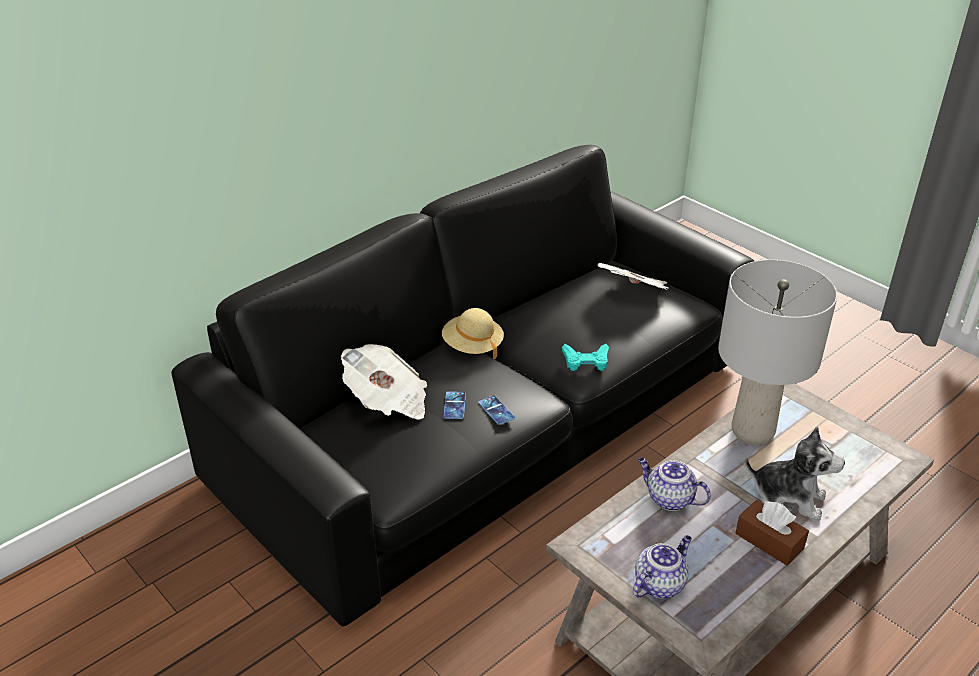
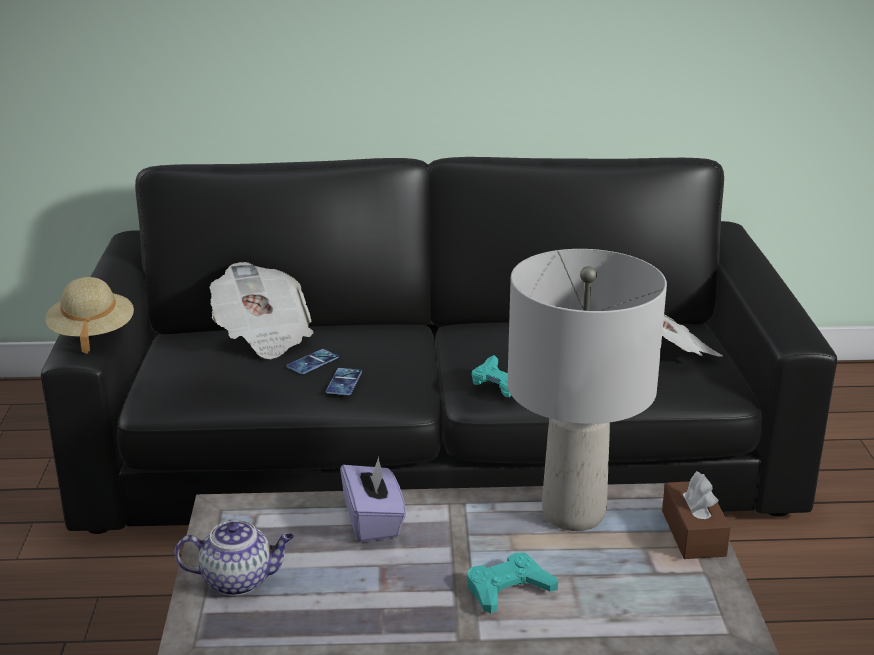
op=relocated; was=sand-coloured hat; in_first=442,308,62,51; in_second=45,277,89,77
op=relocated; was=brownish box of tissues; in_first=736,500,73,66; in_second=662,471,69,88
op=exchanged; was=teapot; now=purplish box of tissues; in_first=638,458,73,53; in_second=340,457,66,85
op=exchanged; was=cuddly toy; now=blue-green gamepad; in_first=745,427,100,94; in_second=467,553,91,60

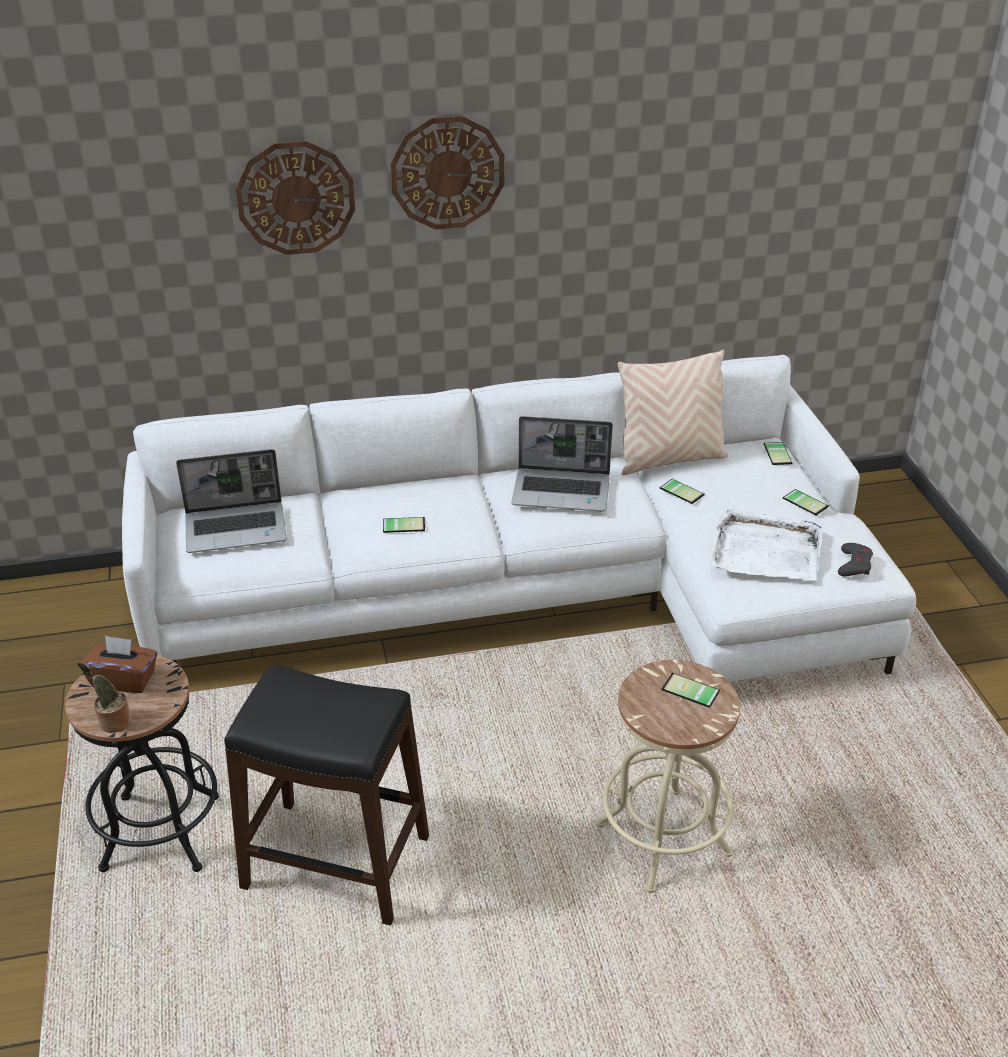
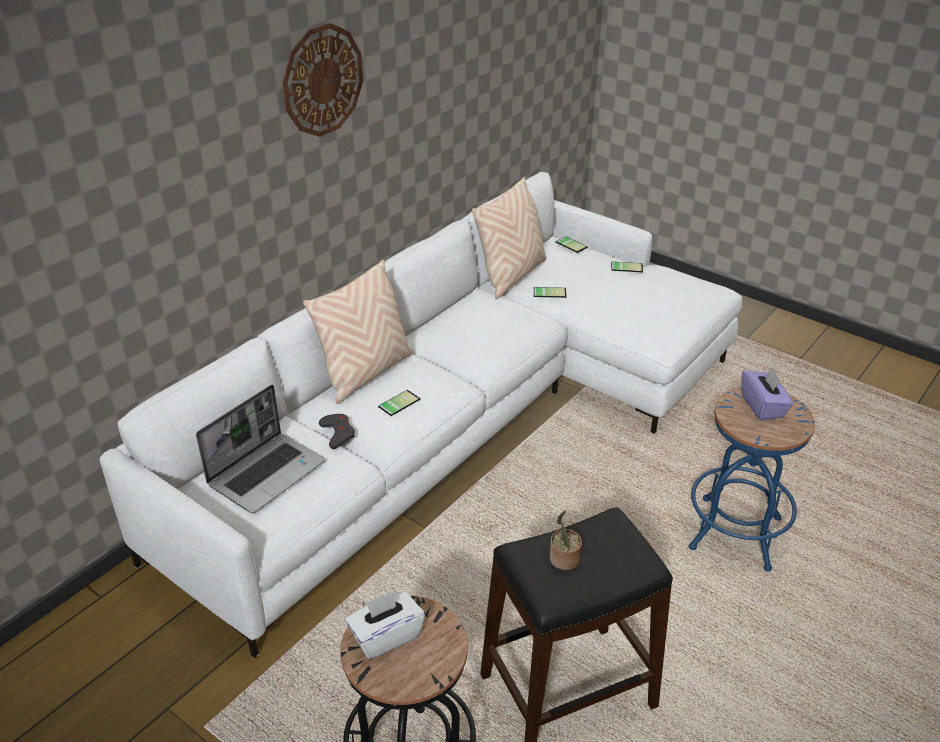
op=missing; was=hanging clock; in_first=236,141,119,114
op=missing; was=notebook computer; in_first=511,416,102,96
op=missing; was=whitish tray; in_first=712,508,110,72
op=appeared; now=sand-coloured pillow; in_second=303,260,110,144
op=relocated; was=houseplant; in_first=77,662,54,71; in_second=550,510,32,60
op=relocated; was=greyish gamepad; in_first=838,543,35,34; in_second=319,414,36,35
op=exchanged; was=phone; now=purplish box of tissues; in_first=662,673,58,35; in_second=741,368,52,52
op=colour; was=brownish box of tissues; now=whitish box of tissues; in_first=80,635,77,58; in_second=345,591,80,68
op=colour; was=sand-coloured sitting stool; now=blue sitting stool; in_first=596,660,144,233; in_second=689,387,126,184

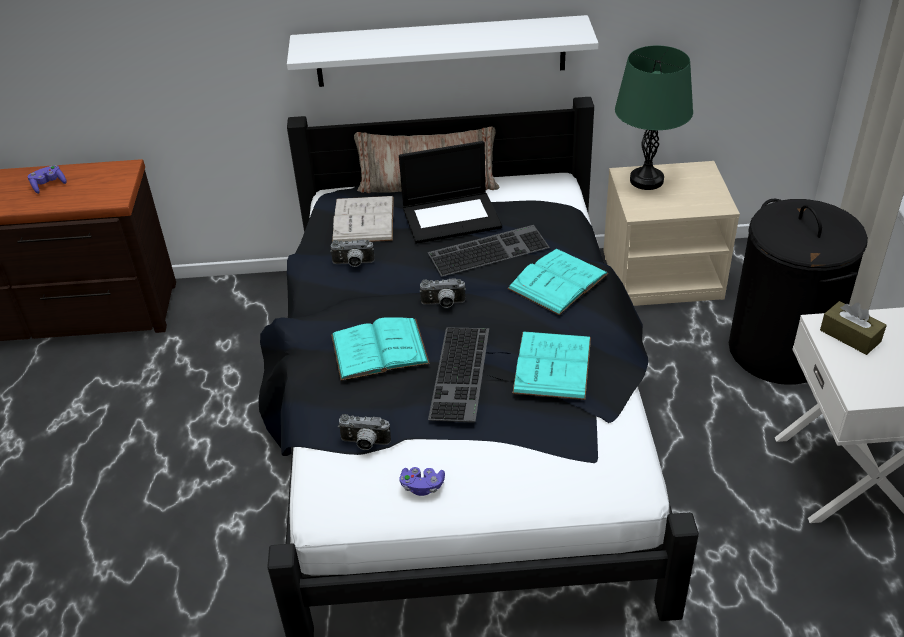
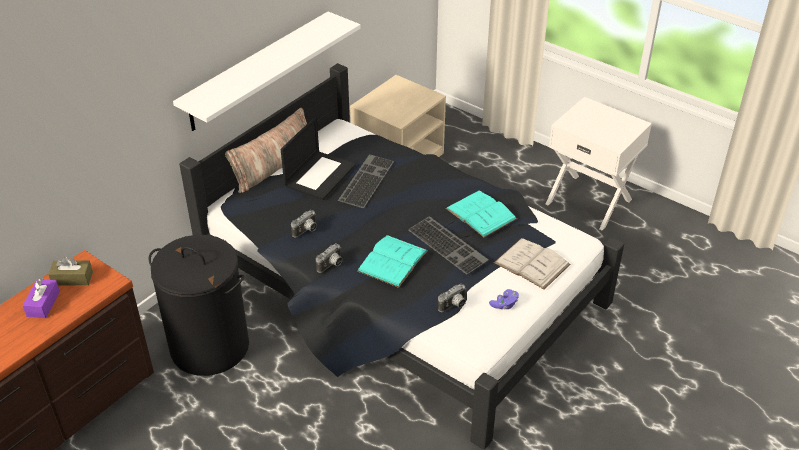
op=missing; was=blue-green book; in_first=507,249,102,66
op=missing; was=green-coloured tabletop lamp; in_first=615,46,78,144
op=relocated; was=whitish book; in_first=332,196,62,46; in_second=494,238,76,52
op=relocated; was=still camera; in_first=420,279,46,29; in_second=316,243,26,30
op=relocated; was=black hamper; in_first=729,199,139,186; in_second=149,235,100,141
op=relocated; was=brownish box of tissues; in_first=820,301,67,54; in_second=48,257,45,29
op=exchanged; was=purplish gamepad; now=purplish box of tissues; in_first=28,165,39,29; in_second=22,278,38,40

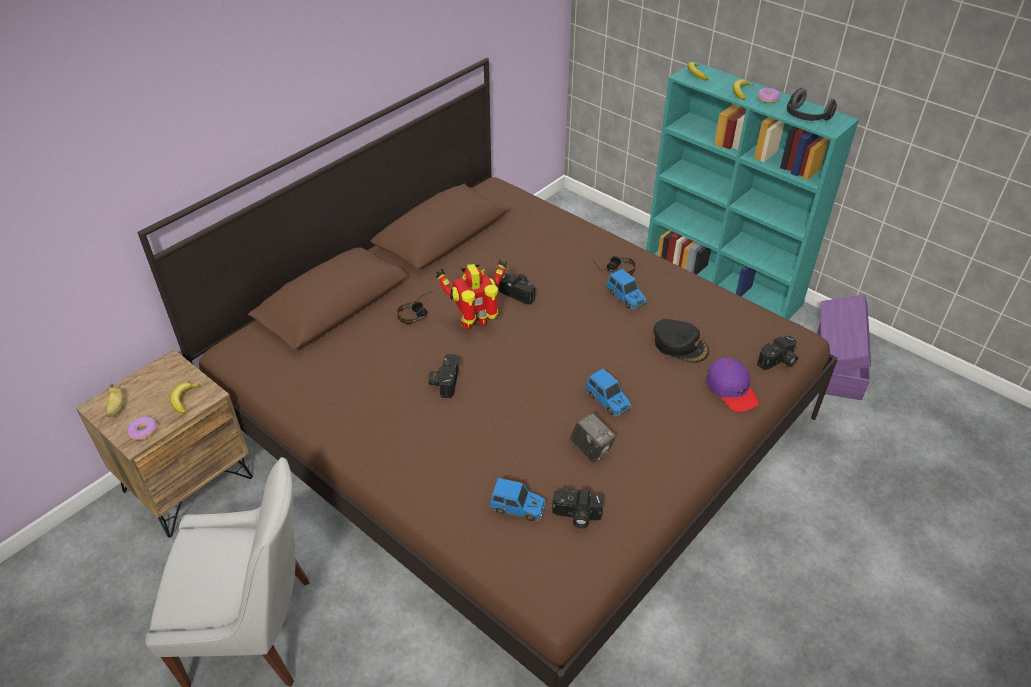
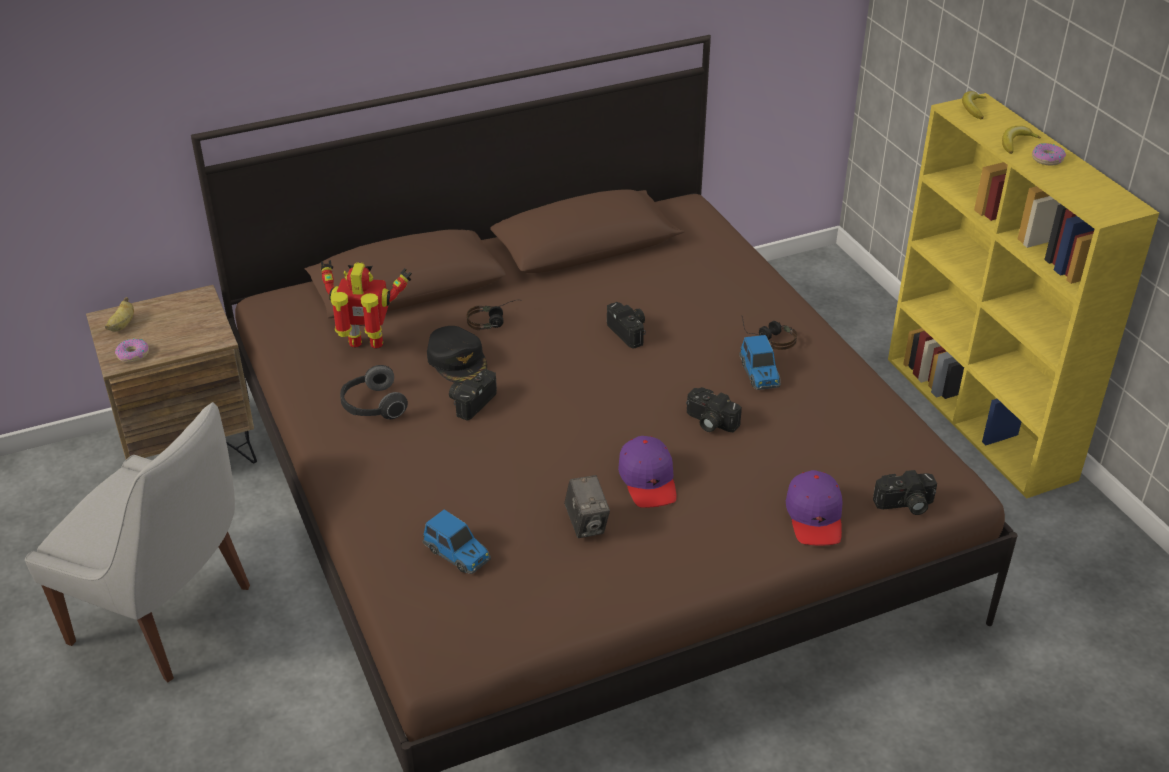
op=missing; was=whole banana; in_first=170,382,31,32
op=missing; was=purplish storage bin; in_first=817,294,54,106
op=relocated; was=toy robot; in_first=436,259,71,71; in_second=321,260,91,88
op=relocated; was=still camera; in_first=552,488,52,40; in_second=686,387,56,46
op=relocated; was=black baseball cap; in_first=653,319,56,44; in_second=427,326,60,57
op=relocated; was=pair of headphones; in_first=787,88,50,33; in_second=340,365,68,54
op=exchanged; was=toy car; now=purplish baseball cap; in_first=585,369,47,48; in_second=618,436,59,72
op=colour; was=blue-green bookcase; now=yellowish bookcase; in_first=646,61,213,259; in_second=888,93,271,405

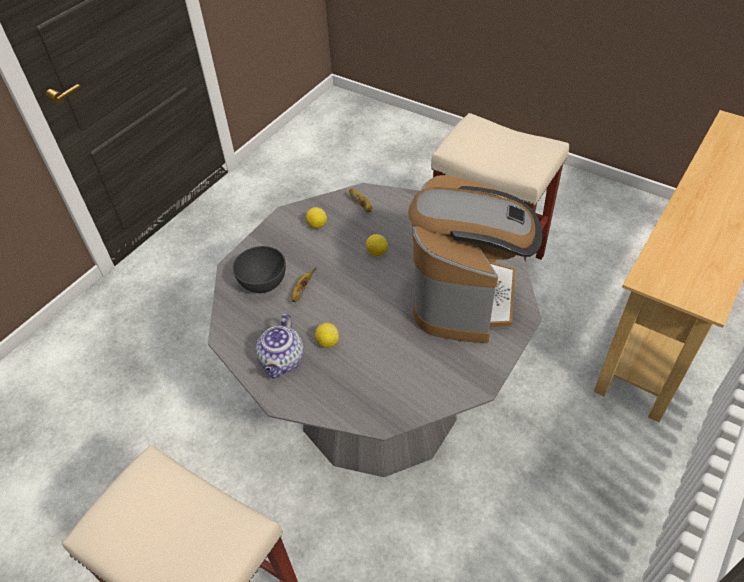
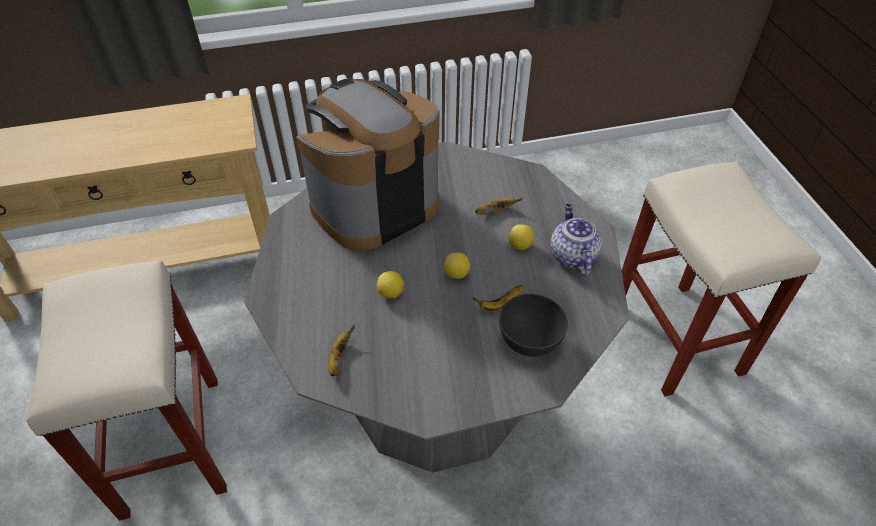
op=appeared; now=whole banana; in_second=475,198,48,17
op=relocated; was=whole lemon; in_first=306,207,21,21; in_second=444,252,26,27
op=spun; was=teapot; in_first=256,313,48,66; in_second=550,204,52,71; clockwise=-60

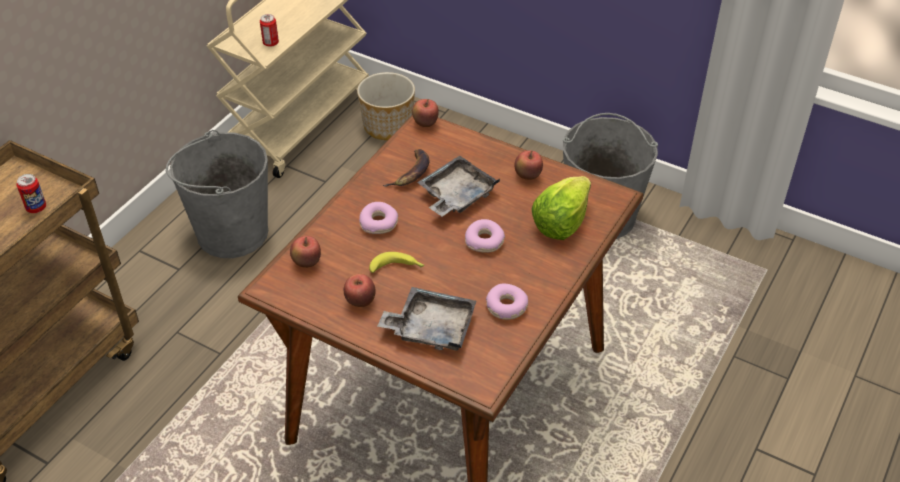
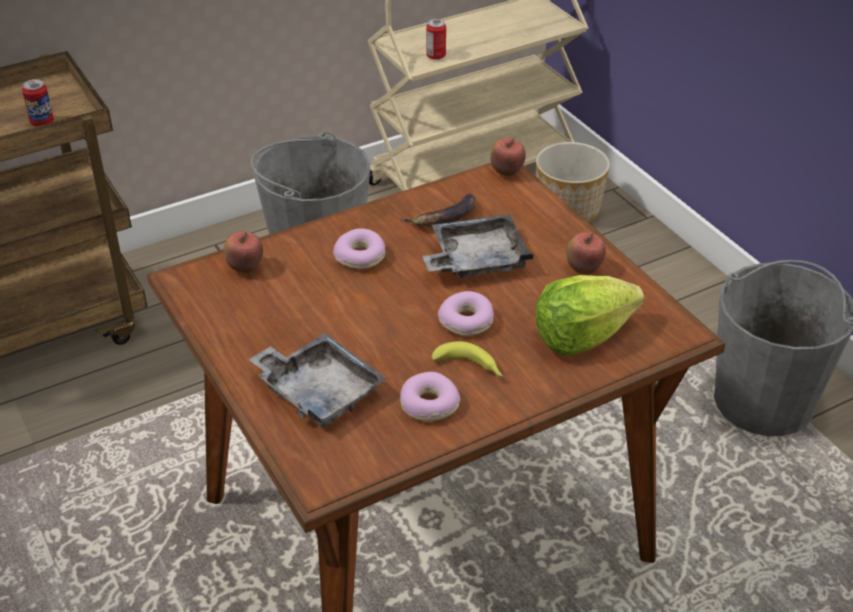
op=missing; was=whole apple; in_first=344,274,32,33
op=relocated; was=whole banana; in_first=369,252,55,21; in_second=432,341,71,37

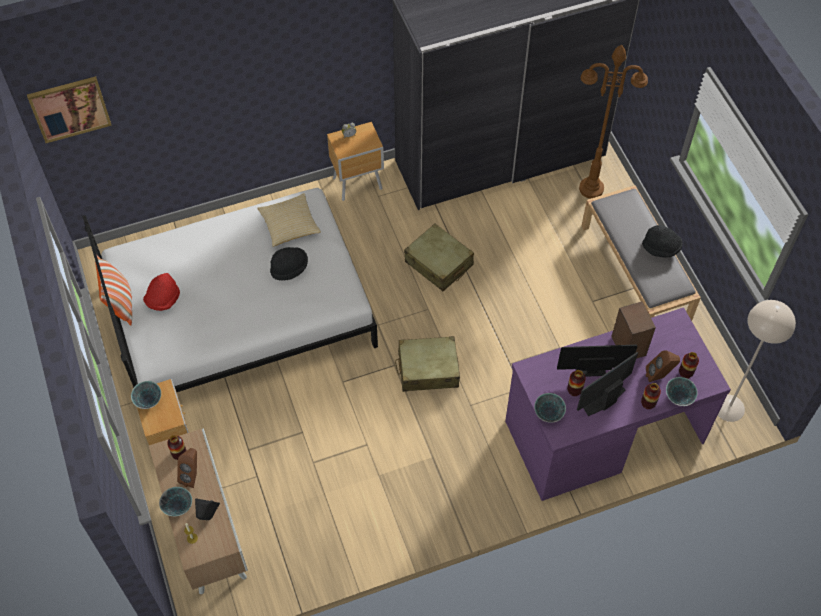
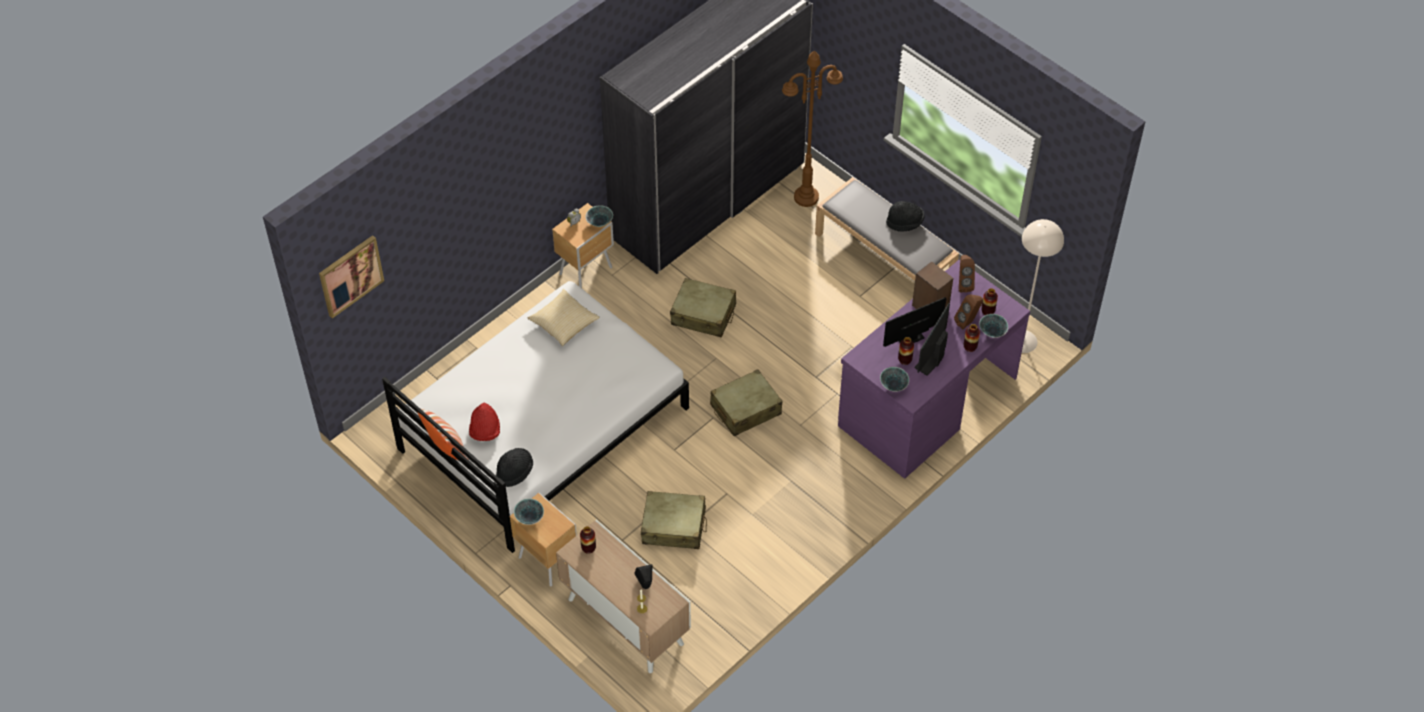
op=appeared; now=sand-coloured travel case; in_second=641,491,66,58
op=relocated; was=bowl; in_first=159,487,33,29; in_second=585,205,28,22
op=relocated; was=brownish loudspeaker; in_first=177,448,20,40; in_second=959,255,16,37
op=relocated; was=black hat; in_first=270,247,38,34; in_second=496,448,37,39

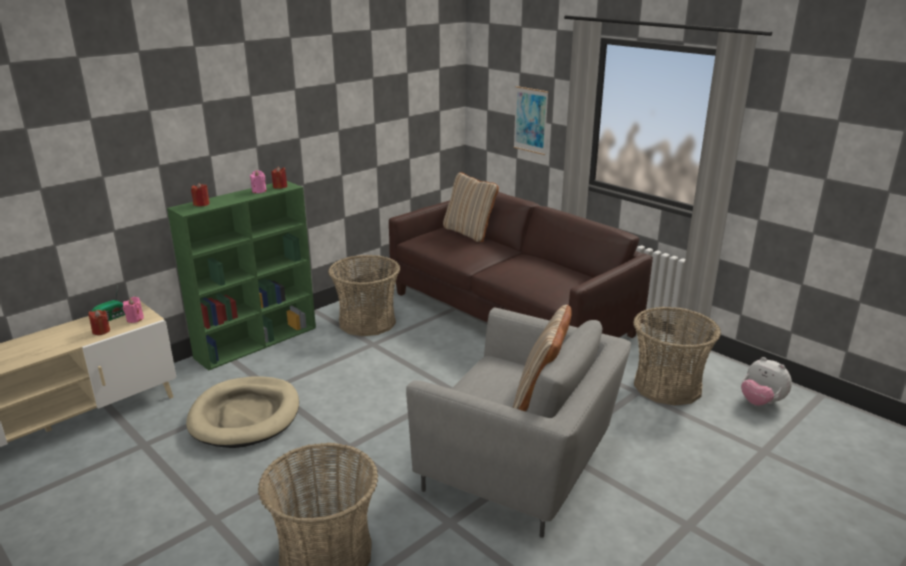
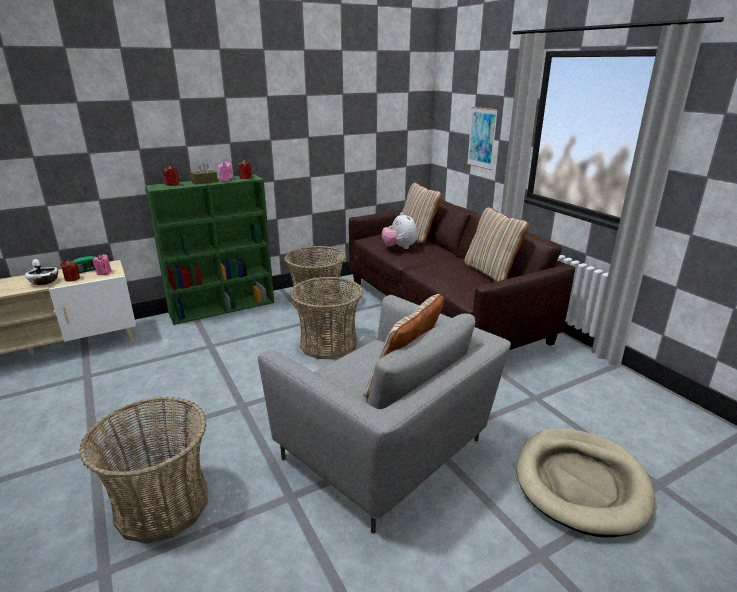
op=appeared; now=whitish bowl; in_second=25,259,33,26
op=appeared; now=brownish box of tissues; in_second=191,162,27,22
op=appeared; now=sand-coloured pillow; in_second=465,207,64,75
op=relocated; was=sand-coloured dog bed; in_first=186,377,113,71; in_second=517,428,138,110
op=relocated; was=basket; in_first=633,307,88,99; in_second=290,277,73,82
op=relocated; was=cuddly toy; in_first=741,357,51,49; in_second=382,213,35,36

